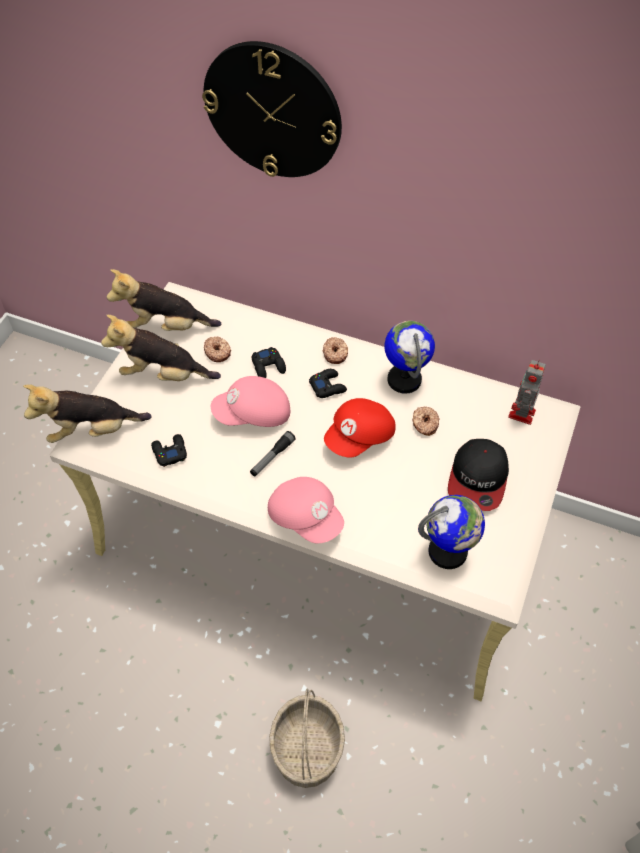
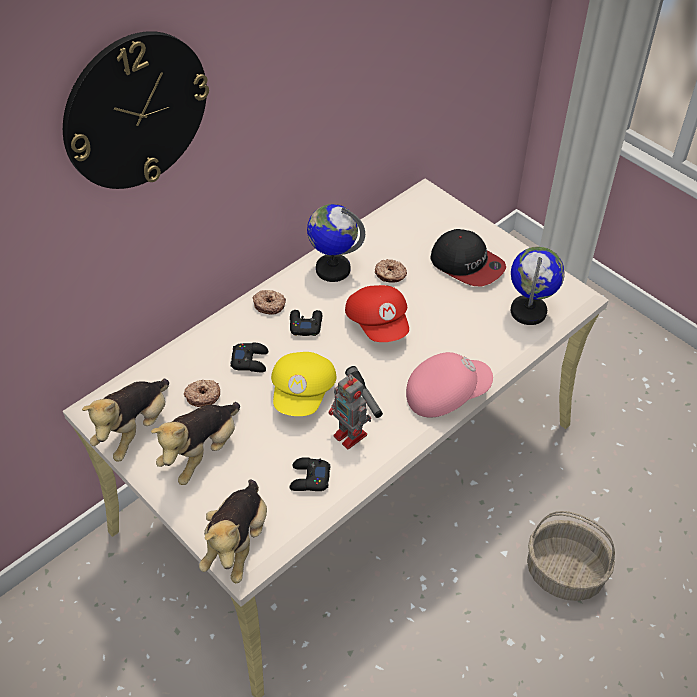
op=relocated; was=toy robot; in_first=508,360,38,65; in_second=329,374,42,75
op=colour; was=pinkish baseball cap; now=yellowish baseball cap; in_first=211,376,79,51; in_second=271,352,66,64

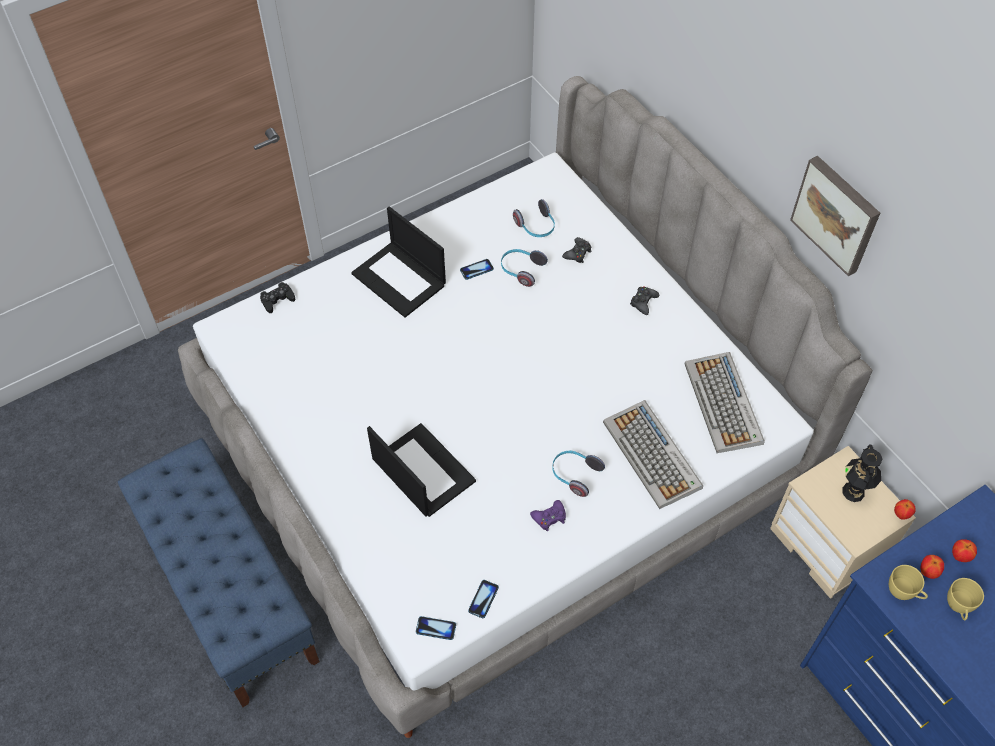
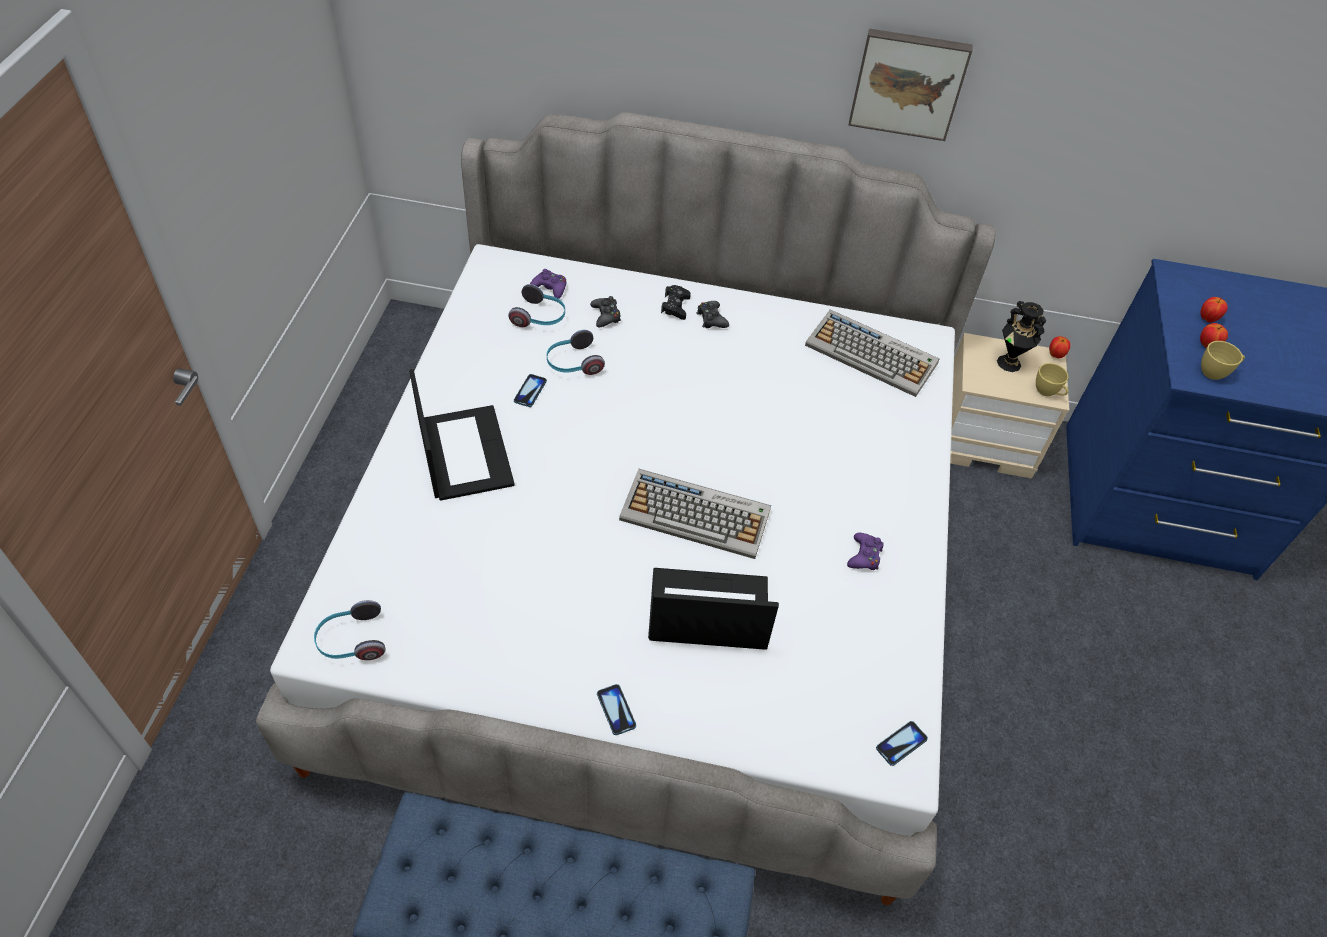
op=appeared; now=purplish gamepad; in_second=530,269,36,30
op=relocated; was=black gamepad; in_first=260,282,35,31; in_second=661,285,30,35
op=relocated; was=phone; in_first=468,580,31,38; in_second=597,684,39,51
op=relocated; was=pair of headphones; in_first=552,451,53,46; in_second=314,600,72,60
op=relocated; was=computer keyboard; in_first=603,400,100,109; in_second=619,469,152,90
op=relocated; was=yellowish small cup; in_first=947,578,37,43; in_second=1036,363,33,33
op=spun; was=notebook computer; in_first=351,206,95,112; in_second=409,369,106,132; clockwise=-105

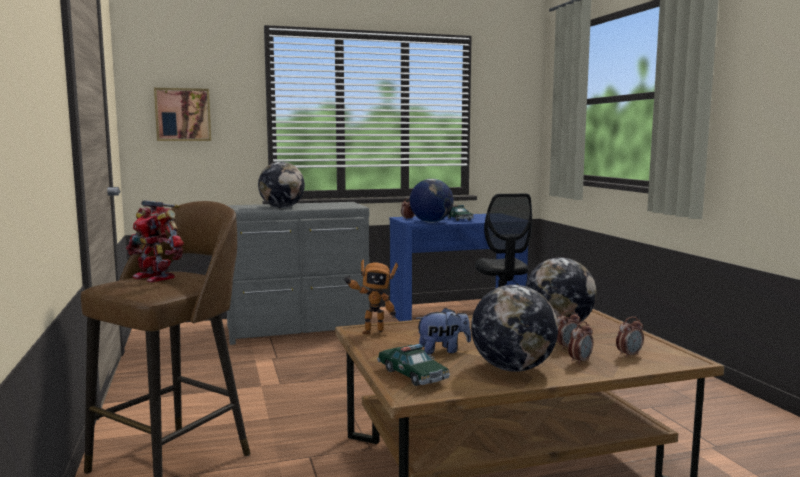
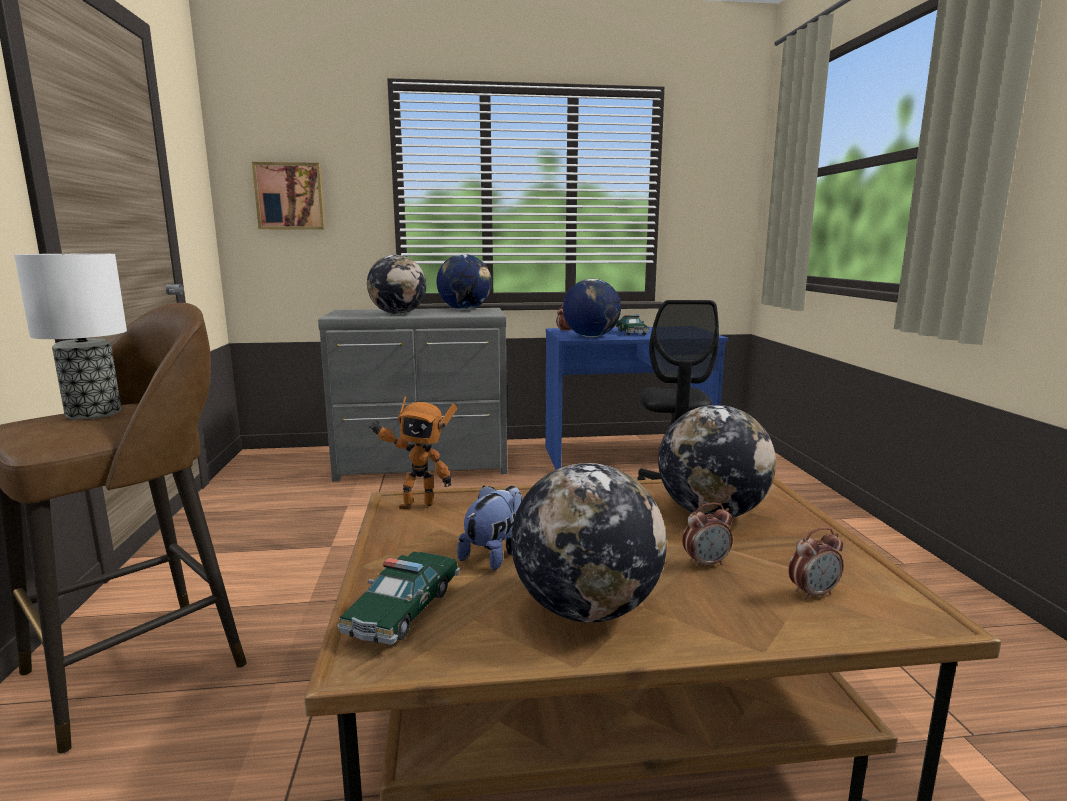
op=missing; was=bedside clock; in_first=568,321,25,43
op=appeared; now=world globe; in_second=436,254,56,56
op=exchanged; was=toy robot; now=tabletop lamp; in_first=126,200,58,82; in_second=14,254,113,166
op=spun; was=toy car; in_first=377,344,73,42; in_second=337,551,123,94; clockwise=45
op=spun; was=cuddly toy; in_first=415,307,56,47; in_second=457,485,66,85; clockwise=-60

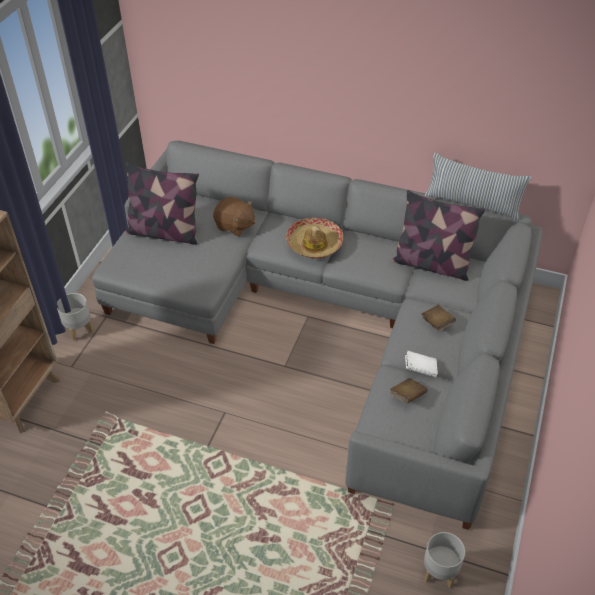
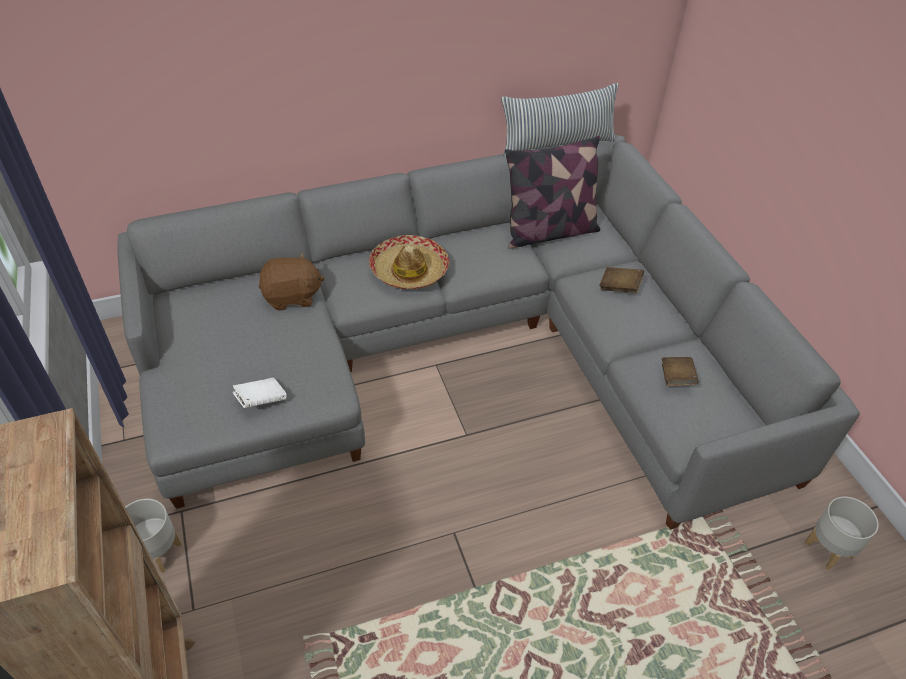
op=missing; was=pillow; in_first=125,162,74,83
op=relocated; was=whitish book; in_first=405,351,33,26; in_second=233,378,54,30

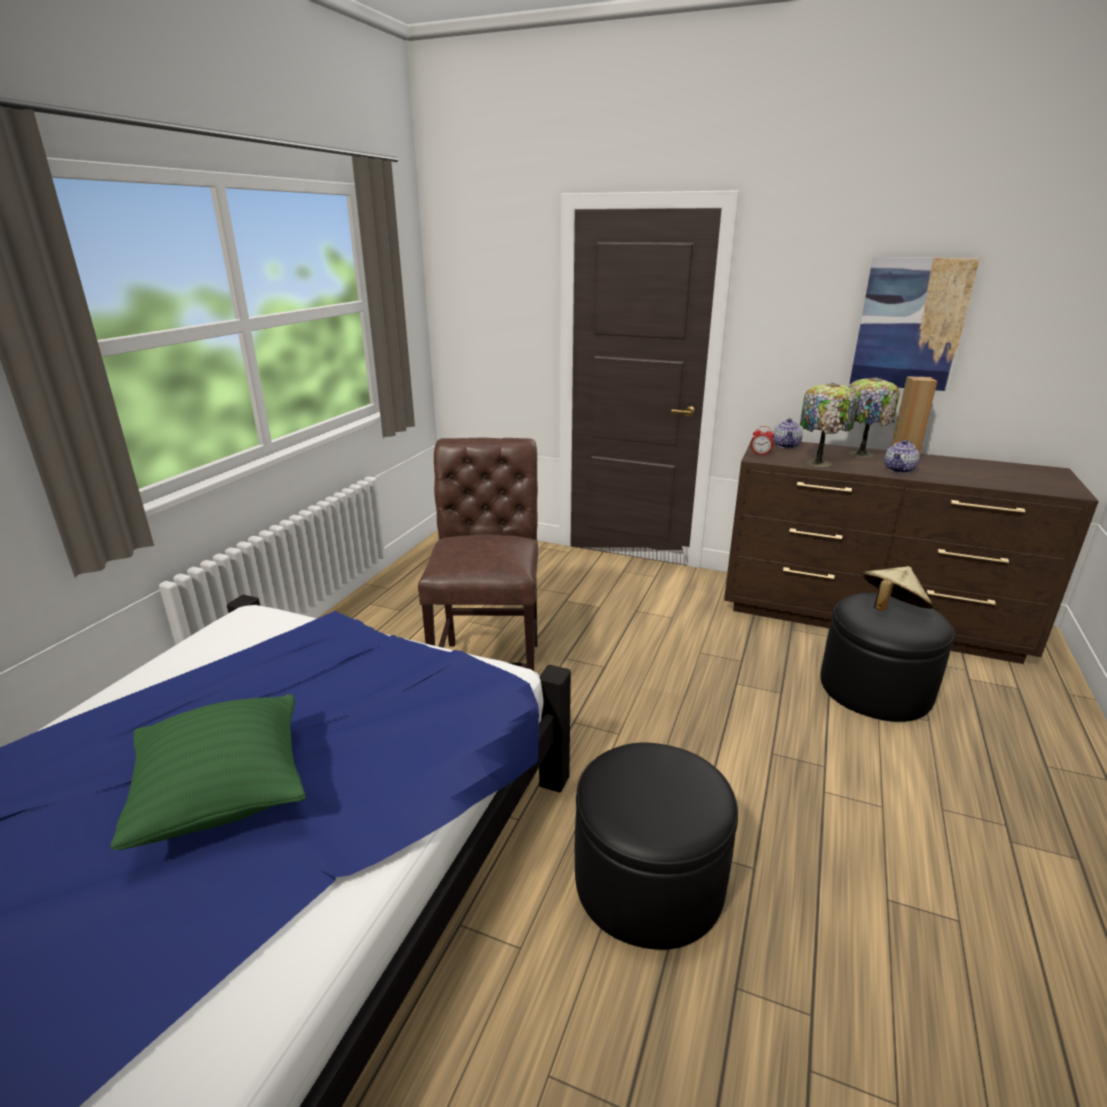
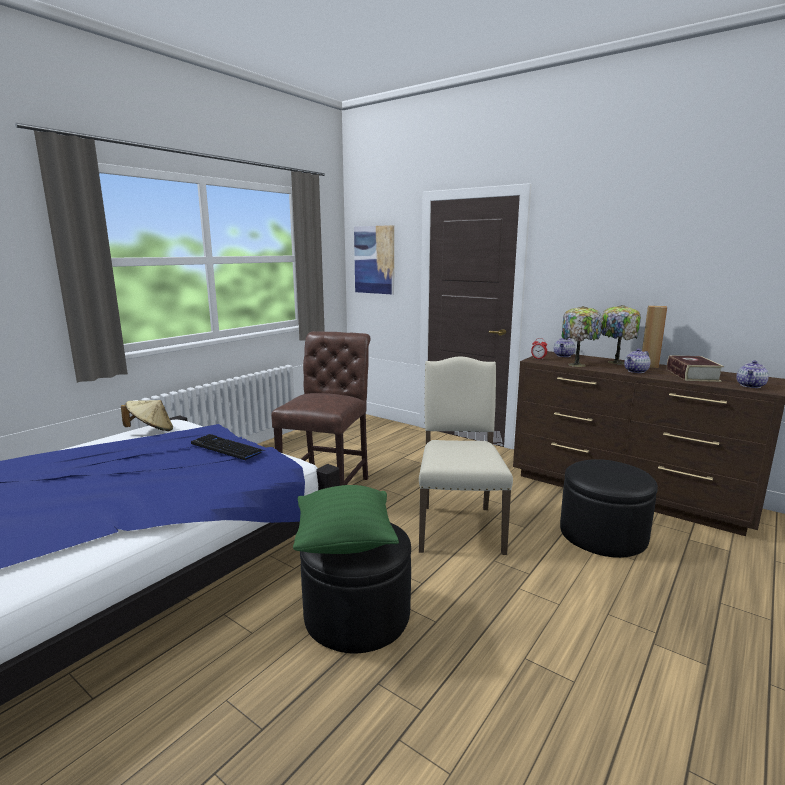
op=appeared; now=computer keyboard; in_second=191,434,74,26
op=appeared; now=sand-coloured chair; in_second=419,357,94,198
op=appeared; now=book; in_second=667,355,57,27
op=appeared; now=teapot; in_second=736,360,33,28
op=relocated; was=green-coloured pillow; in_first=110,694,195,156; in_second=293,485,106,69
op=relocated; was=picture; in_first=849,257,131,134; in_second=354,225,40,70
op=relocated; was=sand-coloured hat; in_first=862,566,71,45; in_second=121,400,52,31

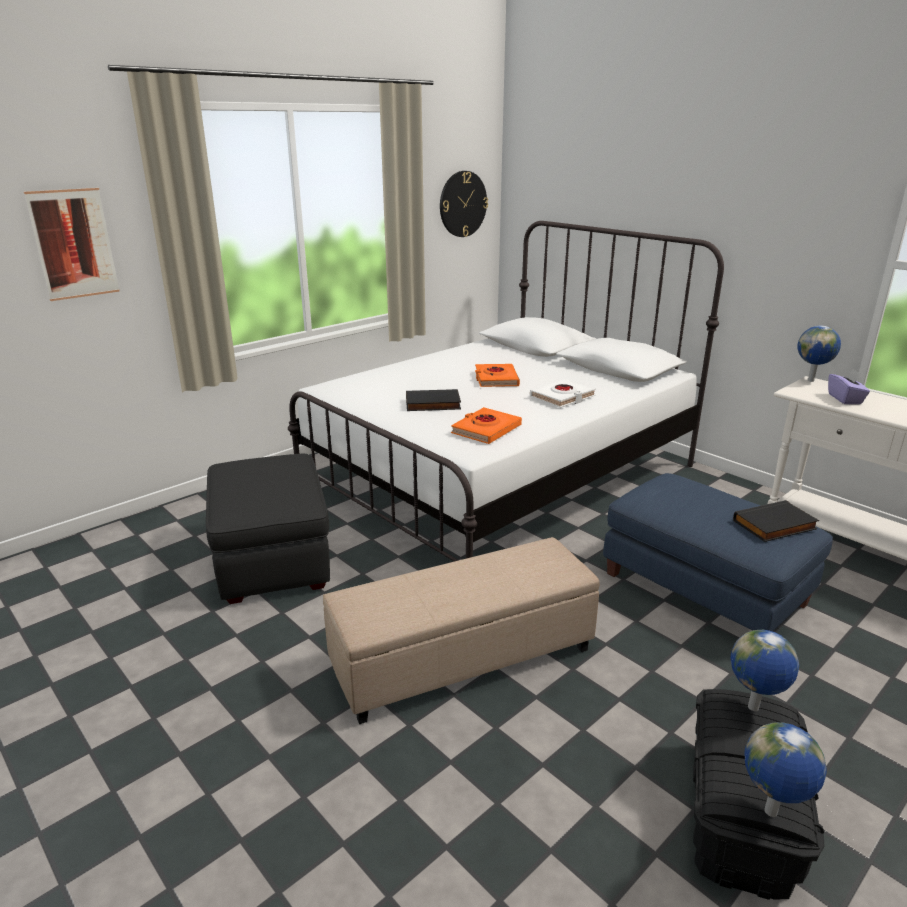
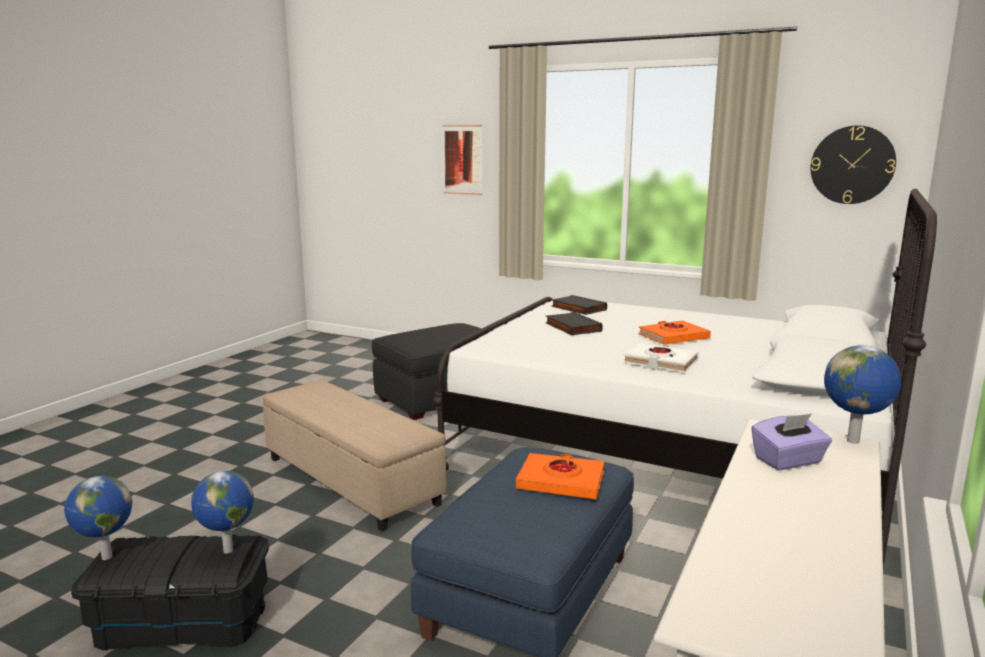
op=relocated; was=orangey book; in_first=451,407,71,37; in_second=516,453,89,46
op=relocated; was=black book; in_first=733,500,86,42; in_second=551,295,56,20

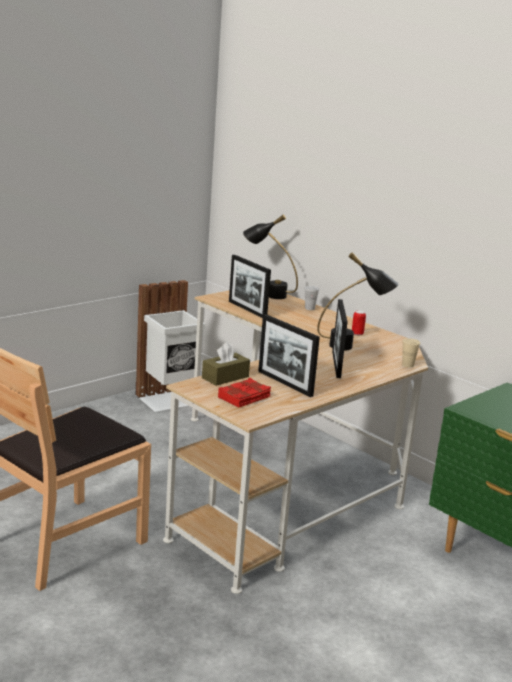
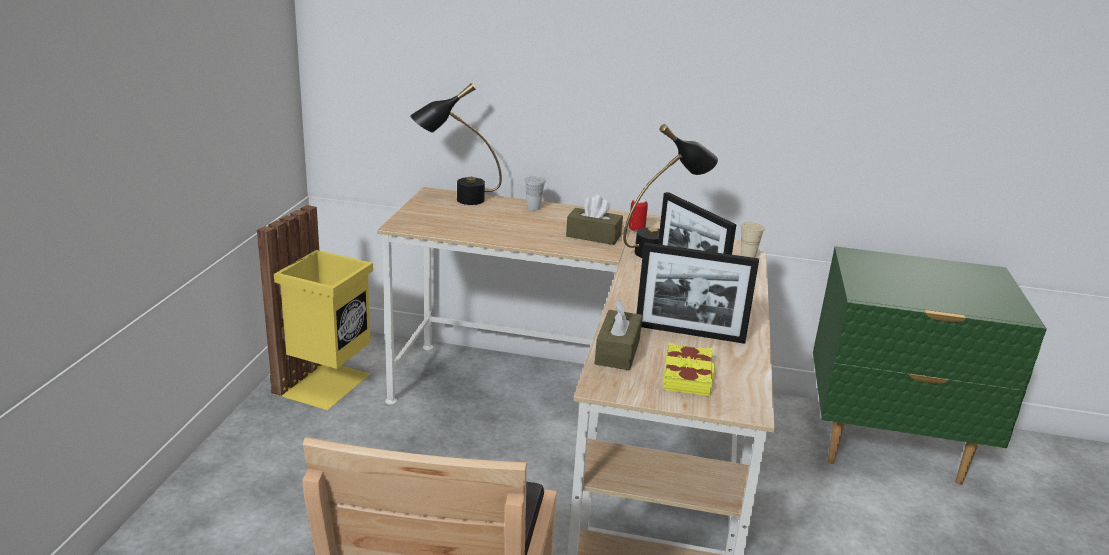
op=missing; was=photo frame; in_first=229,255,42,63
op=appeared; now=brownish box of tissues; in_second=566,195,57,50
op=colour; was=whitish rubbish bin; now=yellowish rubbish bin; in_first=136,280,69,132; in_second=257,205,116,205
op=colour; was=red book; now=yellowish book; in_first=218,378,53,29; in_second=663,343,52,53

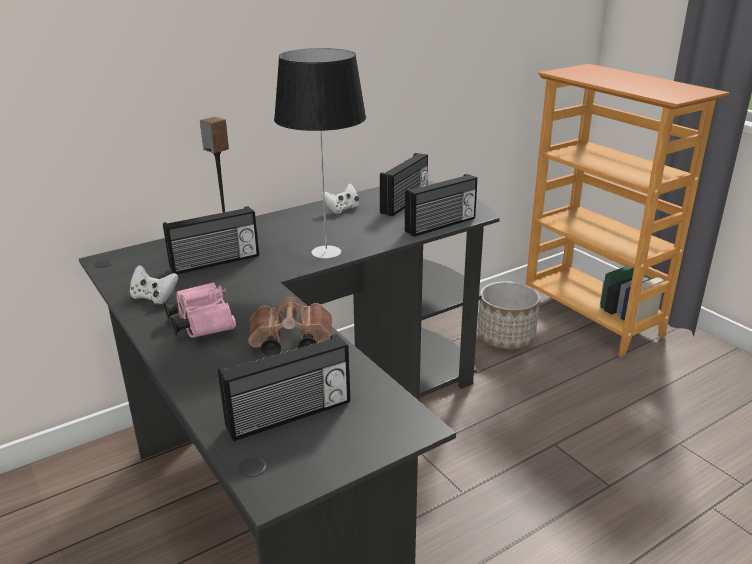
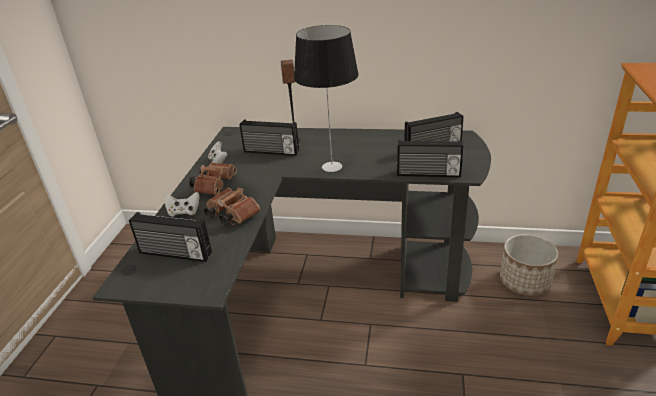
op=relocated; was=whitish gamepad; in_first=321,183,38,31; in_second=165,192,35,24
op=colour; was=pinkish pair of binoculars; now=brownish pair of binoculars; in_first=164,282,72,56; in_second=189,163,48,32

